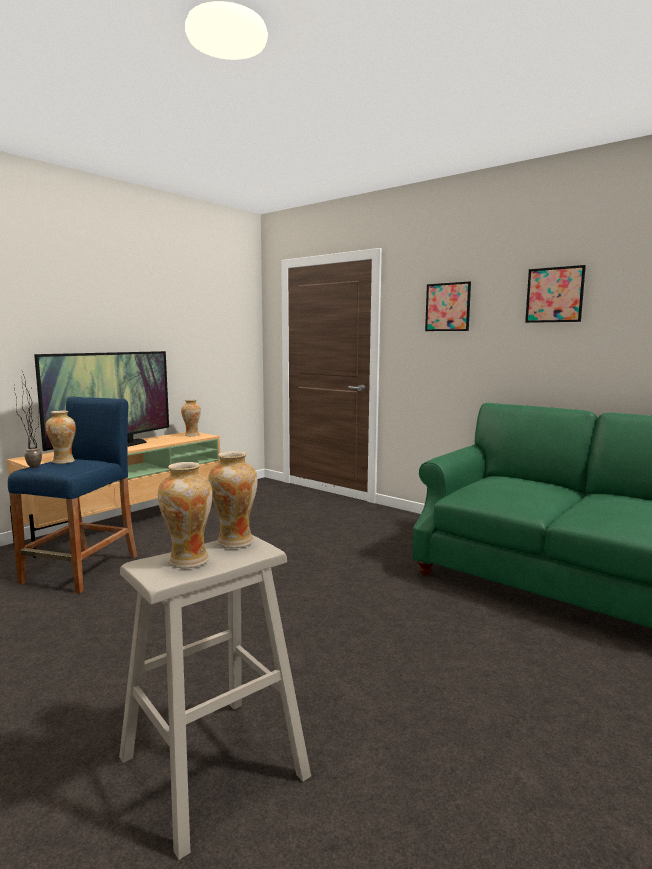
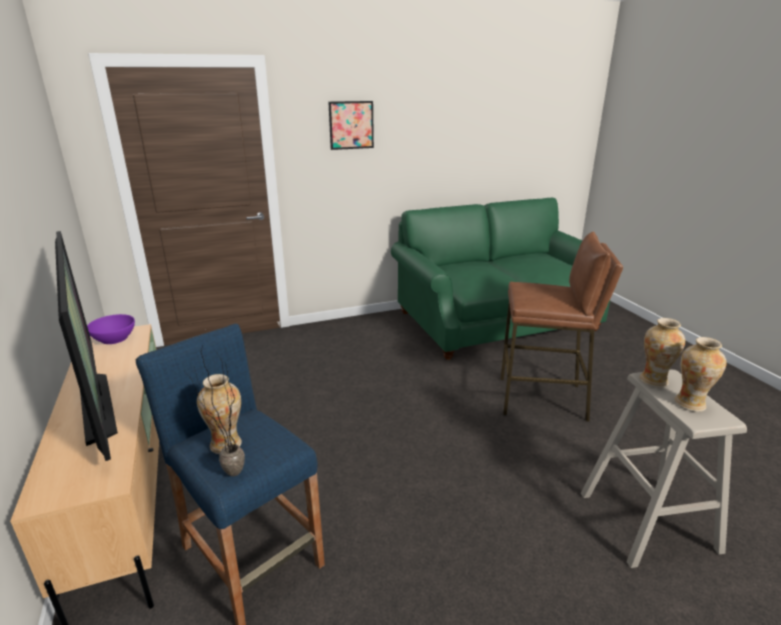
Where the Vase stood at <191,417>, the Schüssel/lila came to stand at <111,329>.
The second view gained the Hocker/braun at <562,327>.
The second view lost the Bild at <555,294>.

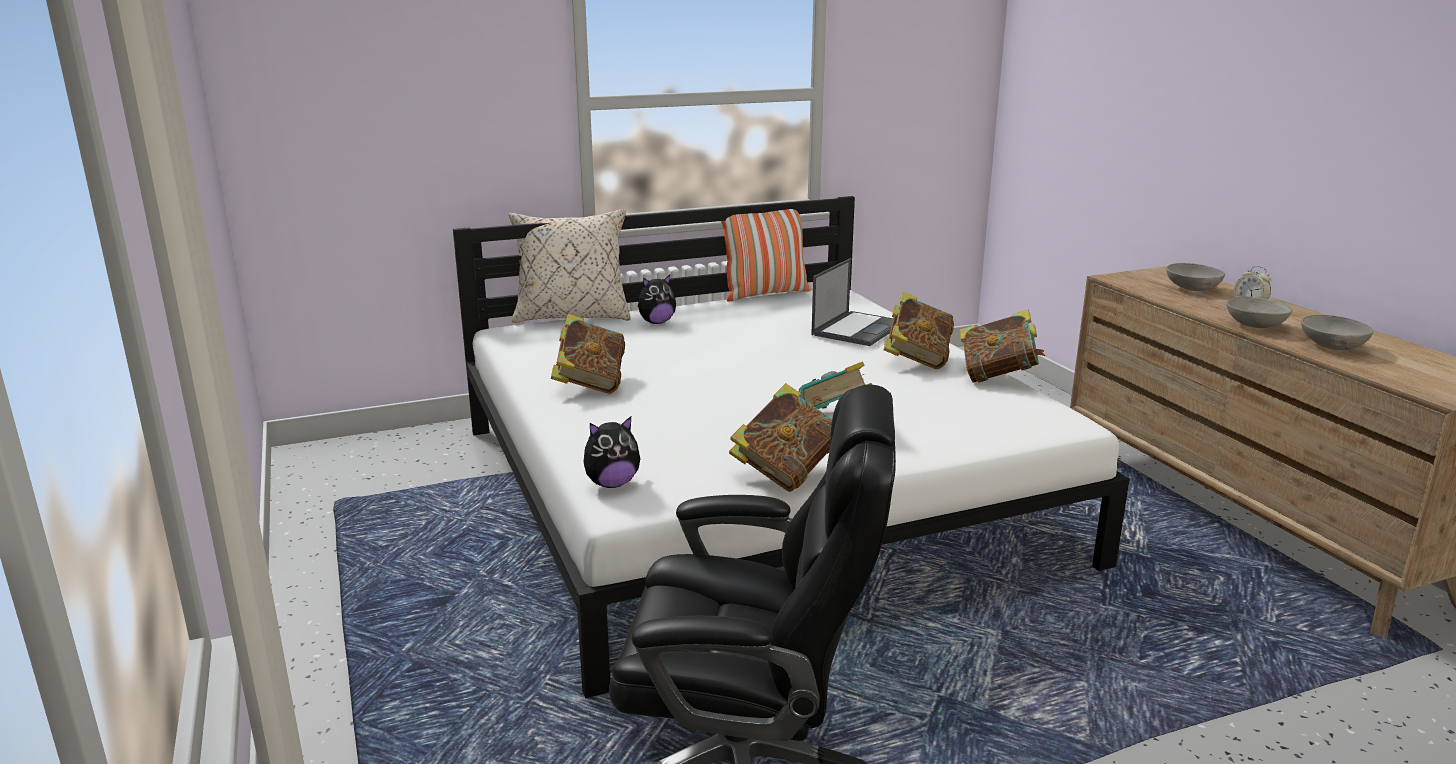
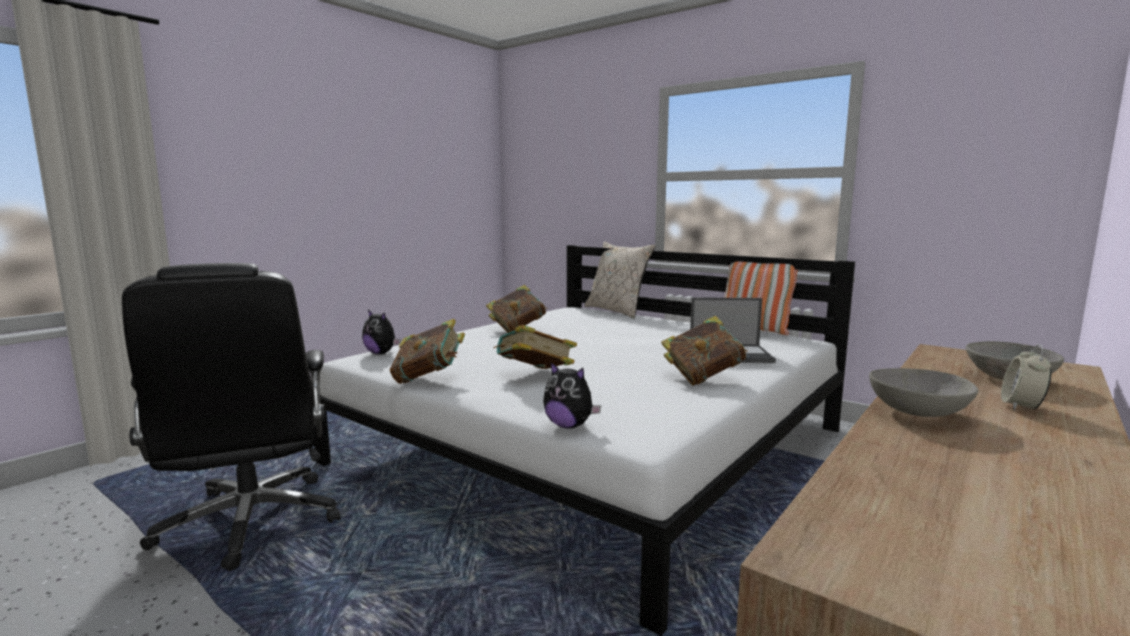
The Plüschtier ended up elsewhere, having gone from <657,299> to <572,395>.
The second view lost the Buch at <1003,346>.
The second view lost the Schüssel/grau at <1337,332>.

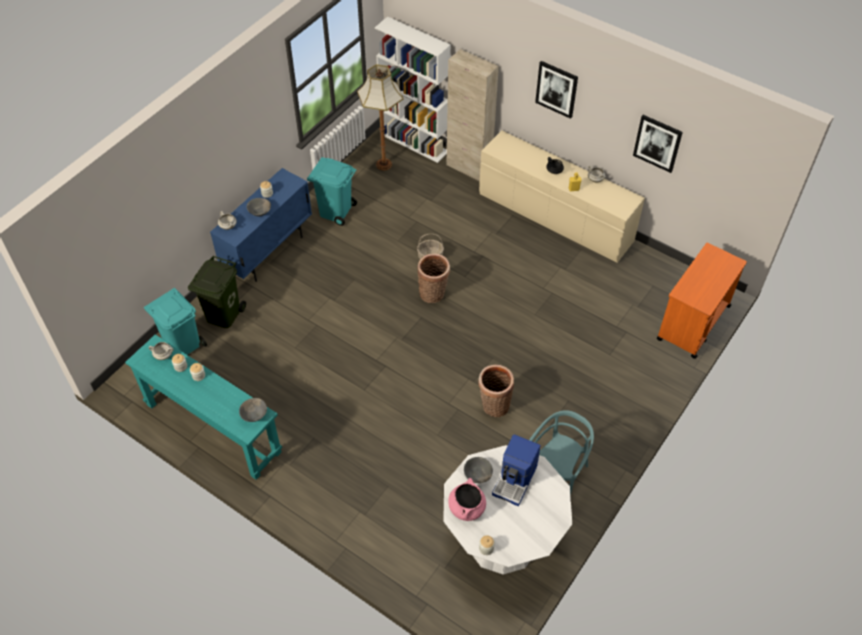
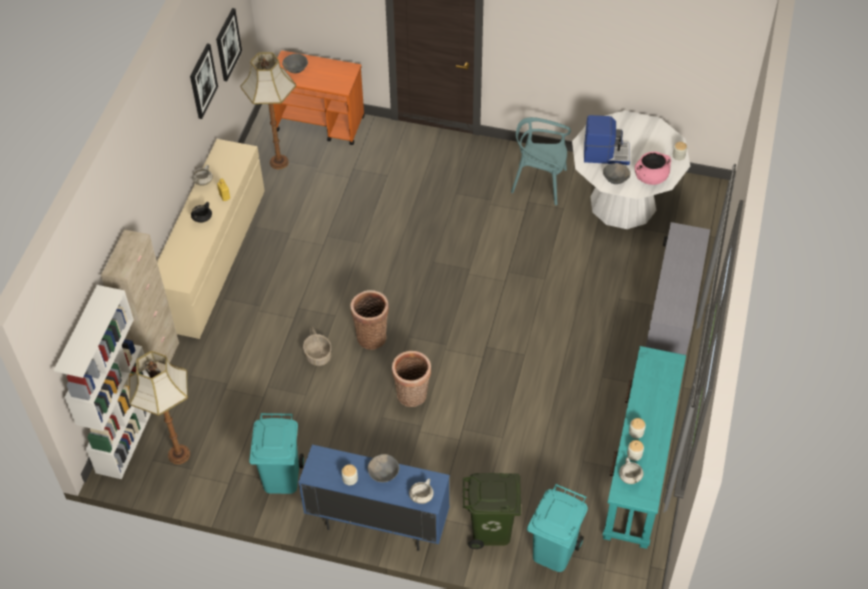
The Bild ended up elsewhere, having gone from <556,90> to <229,44>.
The second view gained the Stehlampe at <268,110>.
The Schüssel/grau ended up elsewhere, having gone from <253,410> to <295,63>.
The Korb ended up elsewhere, having gone from <496,391> to <411,379>.
The second view gained the Schrank/grau at <678,288>.

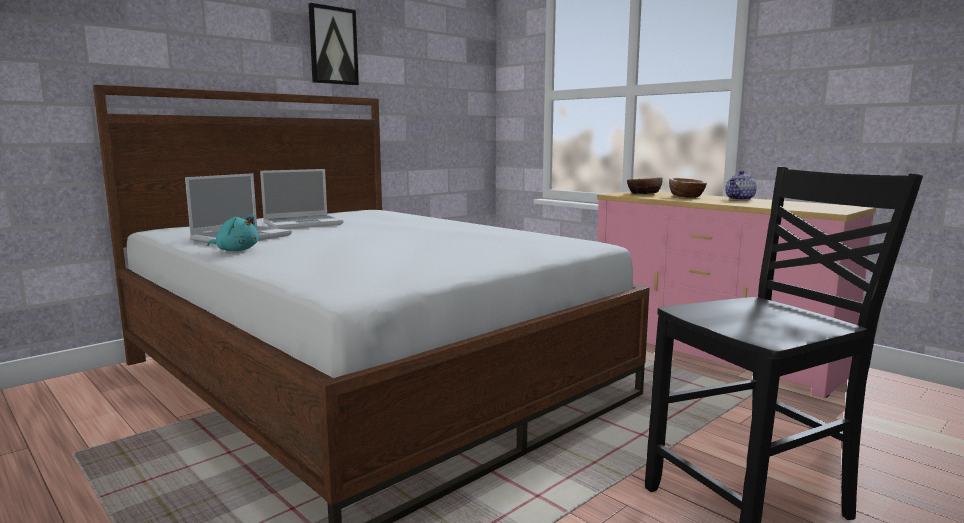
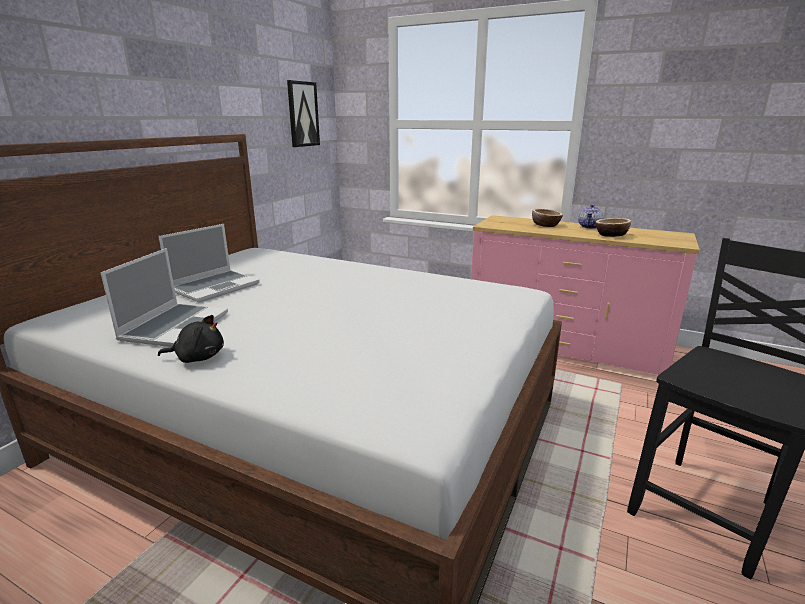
What was the Plüschtier/türkis at <233,232> turned into the Plüschtier/schwarz at <191,339>.
The Bild ended up elsewhere, having gone from <333,44> to <303,113>.
The Schüssel ended up elsewhere, having gone from <645,185> to <613,227>.

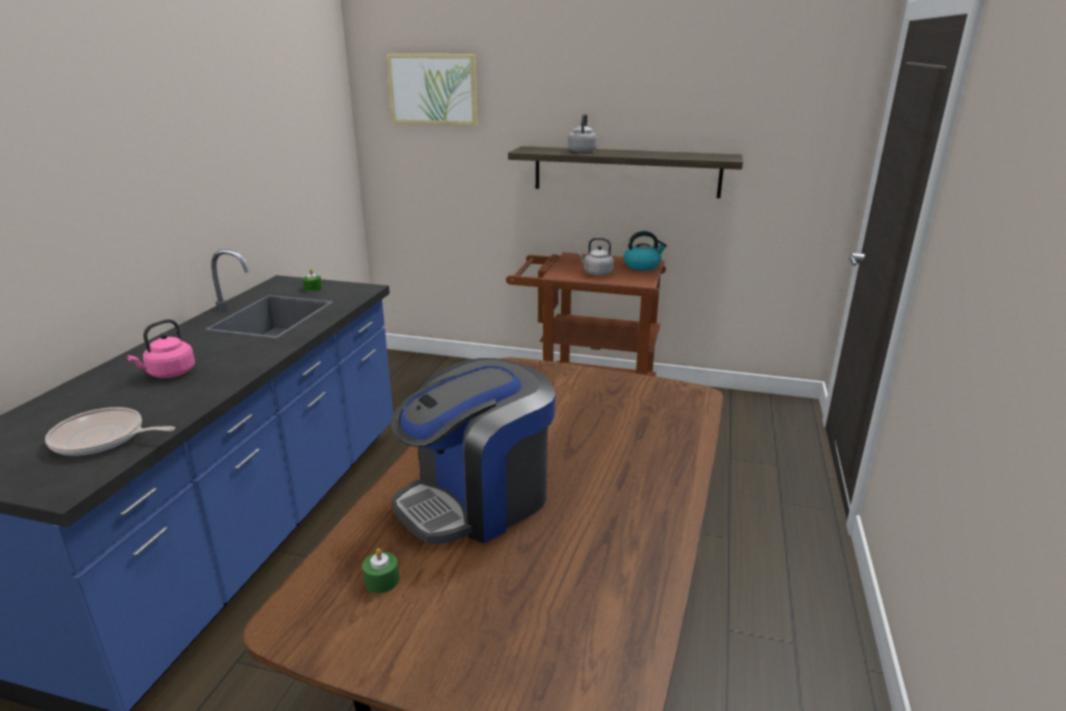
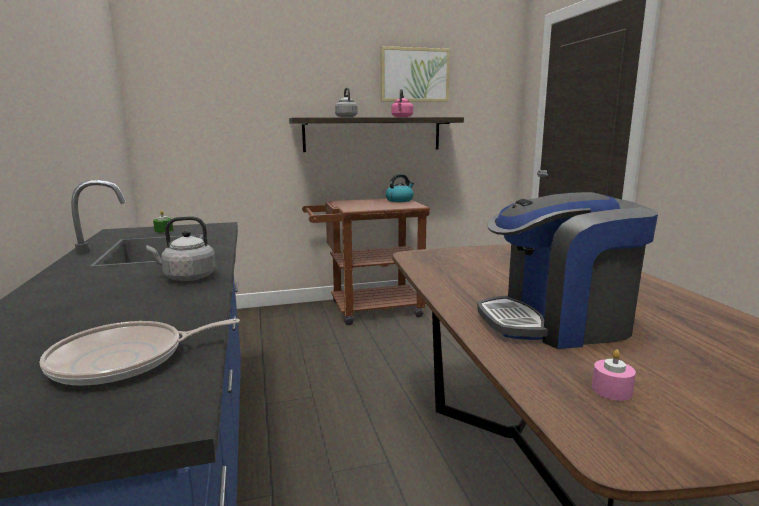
The Wasserkessel/grau ended up elsewhere, having gone from <595,257> to <181,248>.
The Bild ended up elsewhere, having gone from <432,90> to <415,74>.
The Wasserkessel/rosa ended up elsewhere, having gone from <161,348> to <402,103>.
The Kaffeemaschine at <473,451> ended up facing another way, 60 degrees clockwise from before.
What was the Kerze/grün at <380,570> turned into the Kerze/rosa at <614,375>.

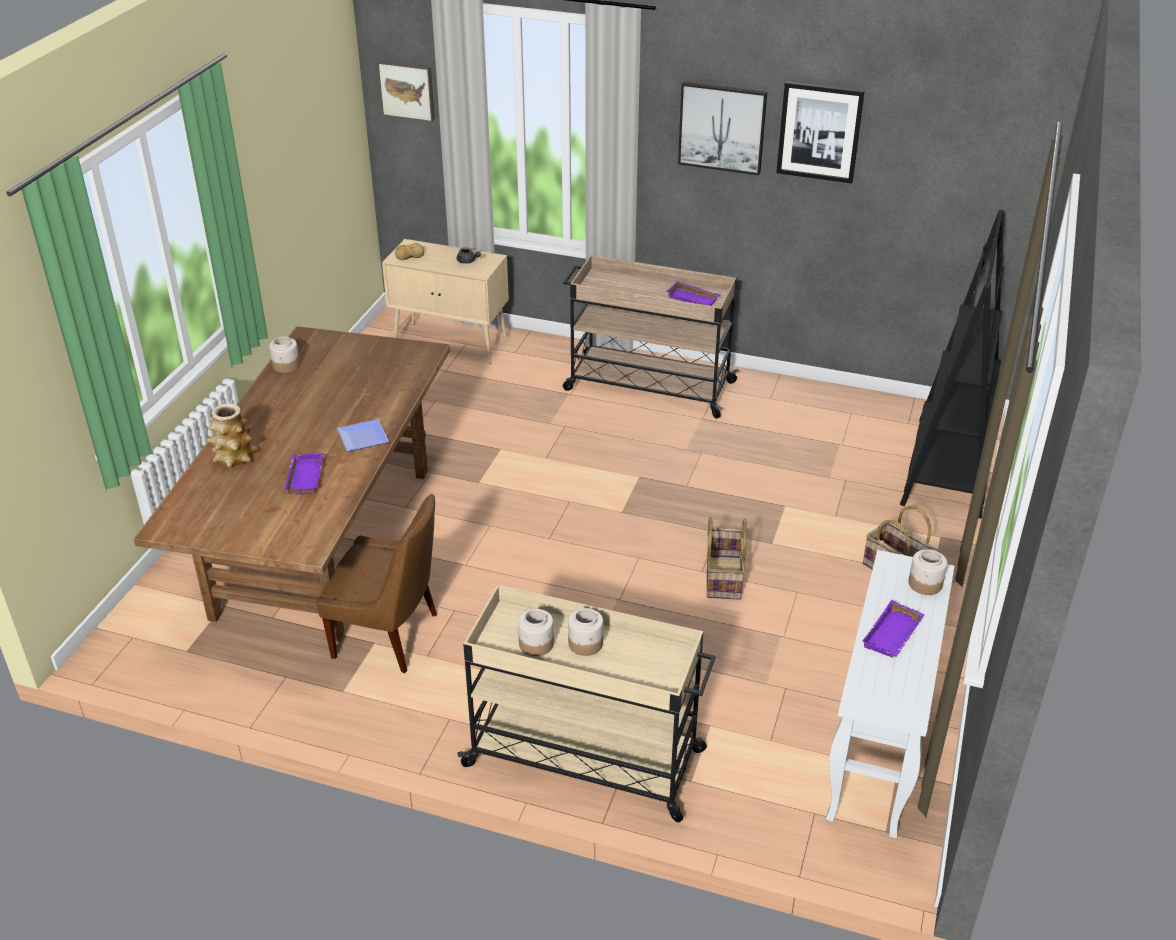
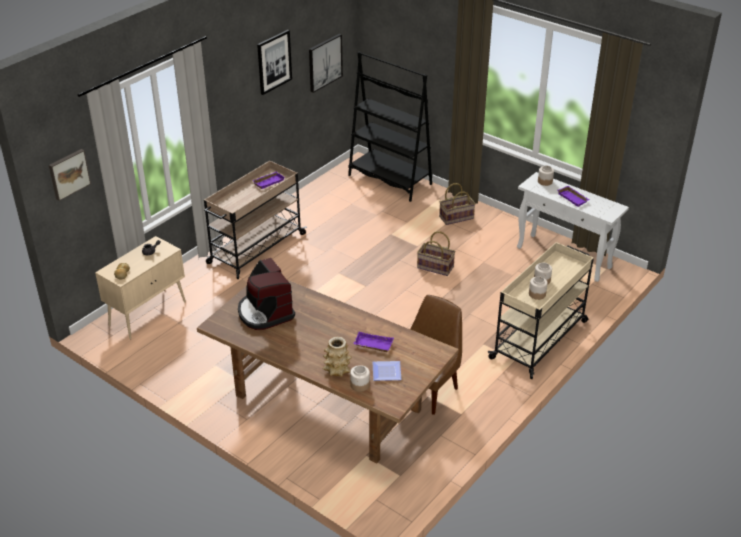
The second view gained the Kaffeemaschine at <266,294>.
The Bild ended up elsewhere, having gone from <722,128> to <326,63>.
The Vorratsglas ended up elsewhere, having gone from <284,354> to <360,378>.
The Teller ended up elsewhere, having gone from <363,435> to <387,371>.

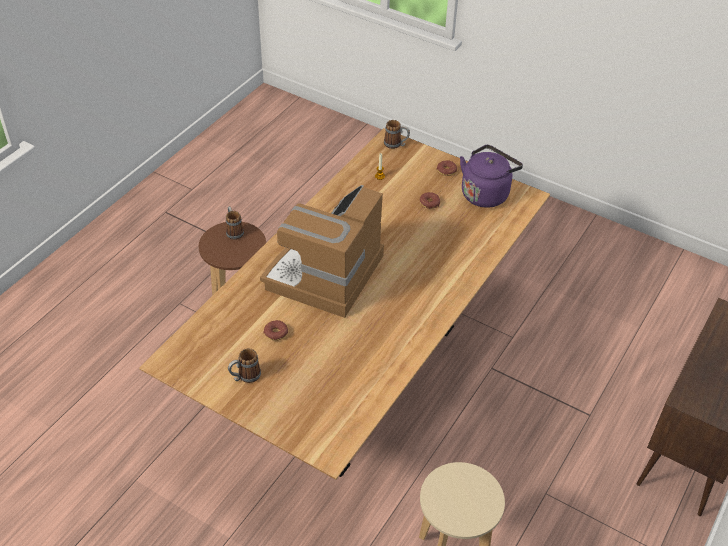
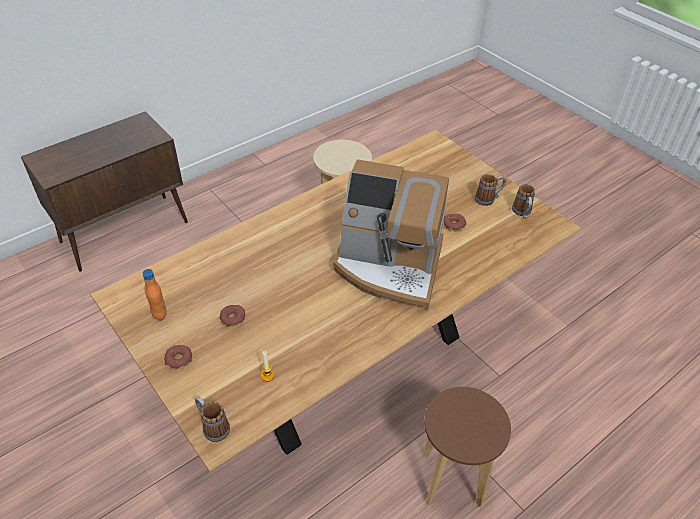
Where the Wasserkessel/lila stood at <491,176>, the Flasche/orange came to stand at <154,294>.
The Kaffeemaschine at <322,251> ended up facing another way, 60 degrees clockwise from before.
The Henkelbecher ended up elsewhere, having gone from <235,223> to <523,201>.

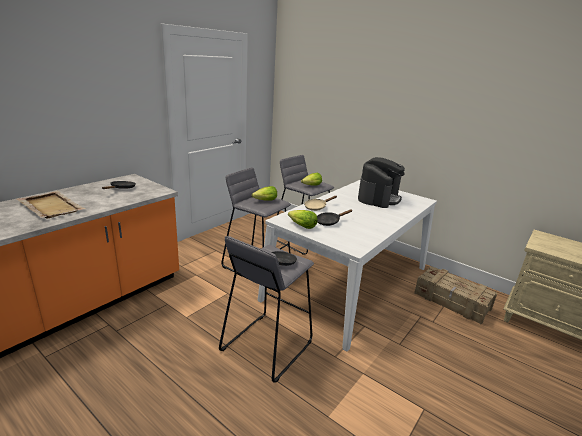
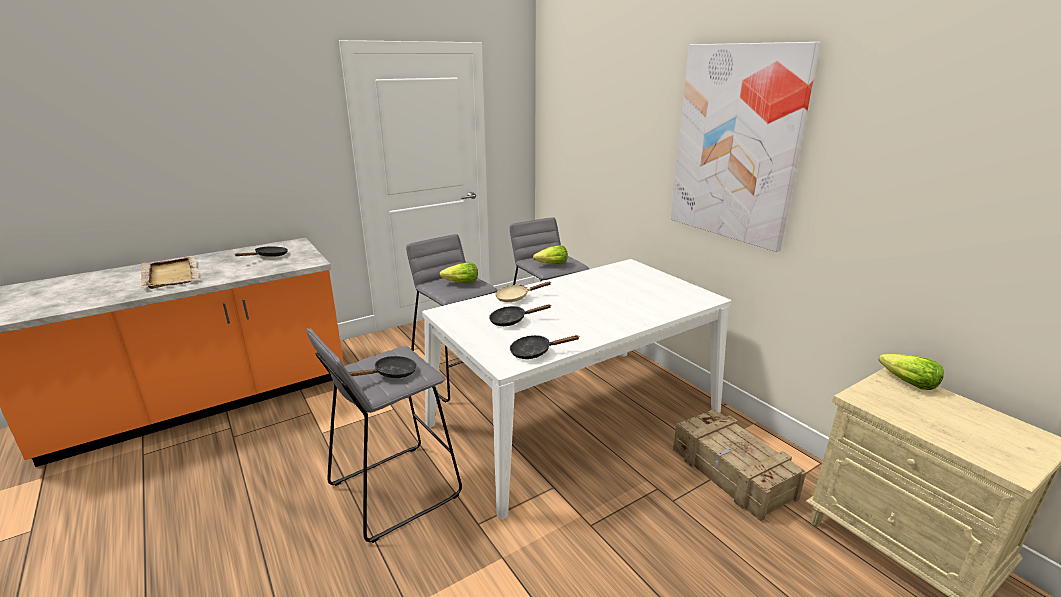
The second view gained the Pfanne/schwarz at <544,347>.
The second view gained the Bild at <746,147>.
The Salatkopf ended up elsewhere, having gone from <303,219> to <911,372>.
The second view lost the Kaffeemaschine at <381,182>.

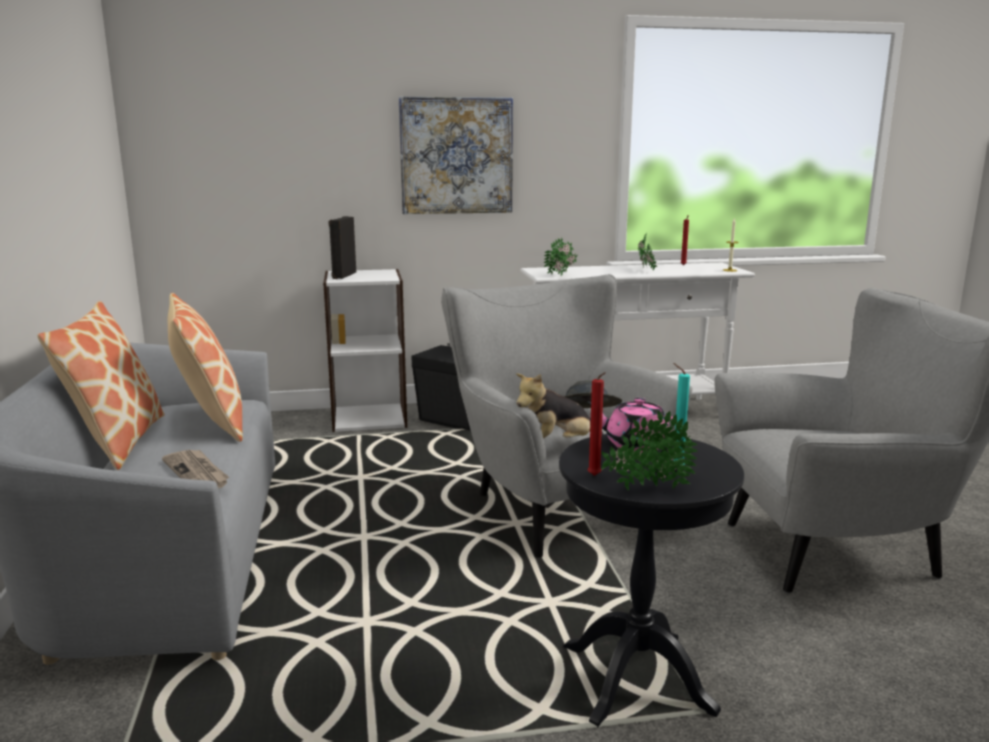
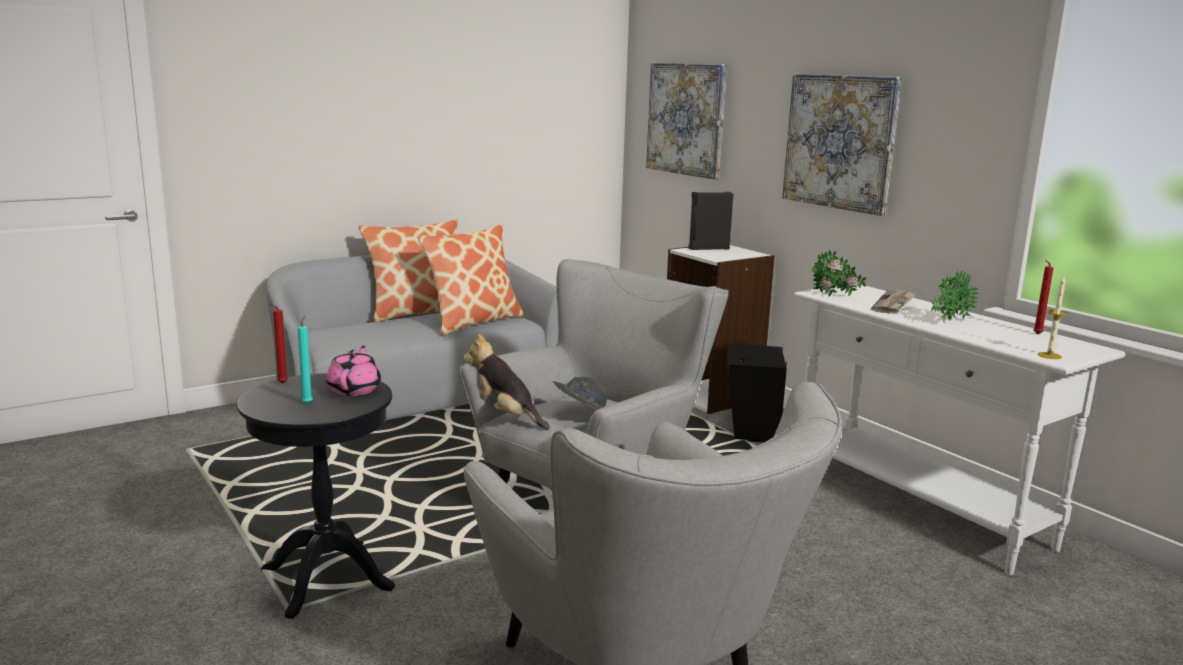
The second view gained the Bild at <686,121>.
The Zeitung ended up elsewhere, having gone from <195,469> to <894,302>.
The second view lost the Topfpflanze at <649,451>.

